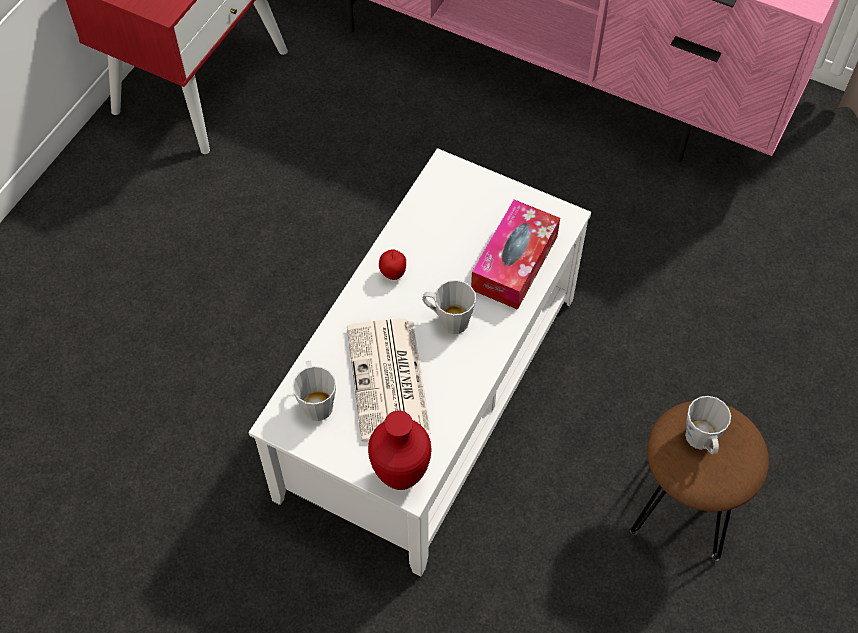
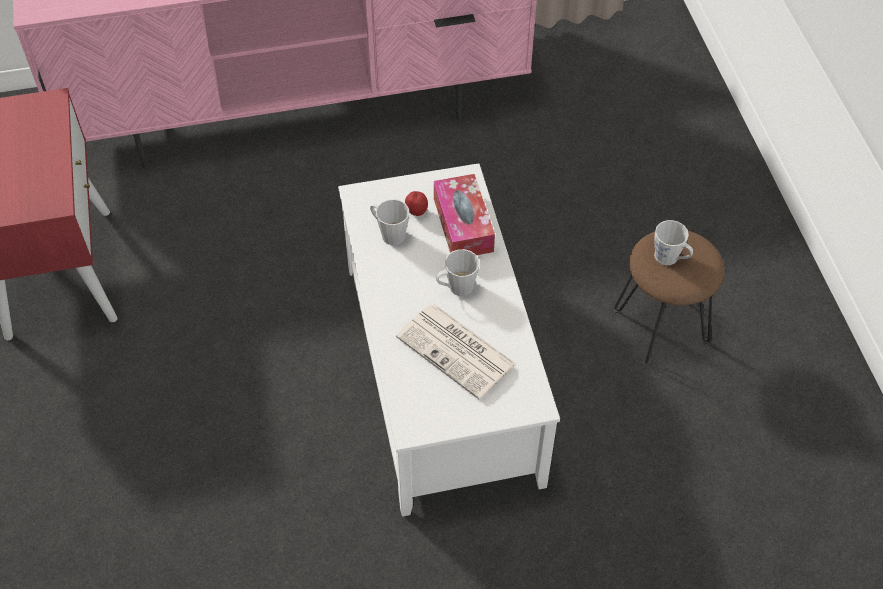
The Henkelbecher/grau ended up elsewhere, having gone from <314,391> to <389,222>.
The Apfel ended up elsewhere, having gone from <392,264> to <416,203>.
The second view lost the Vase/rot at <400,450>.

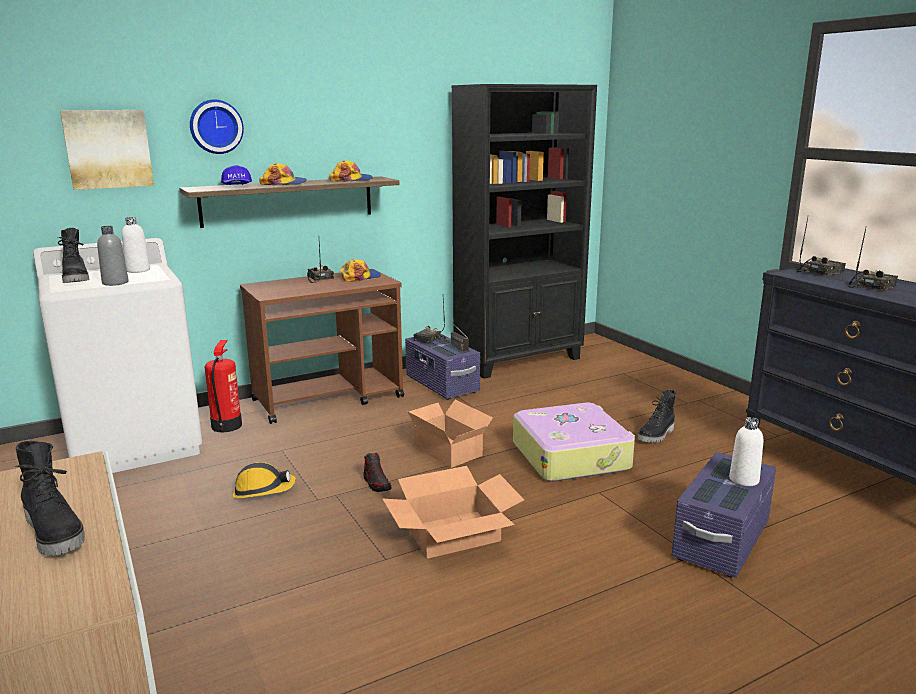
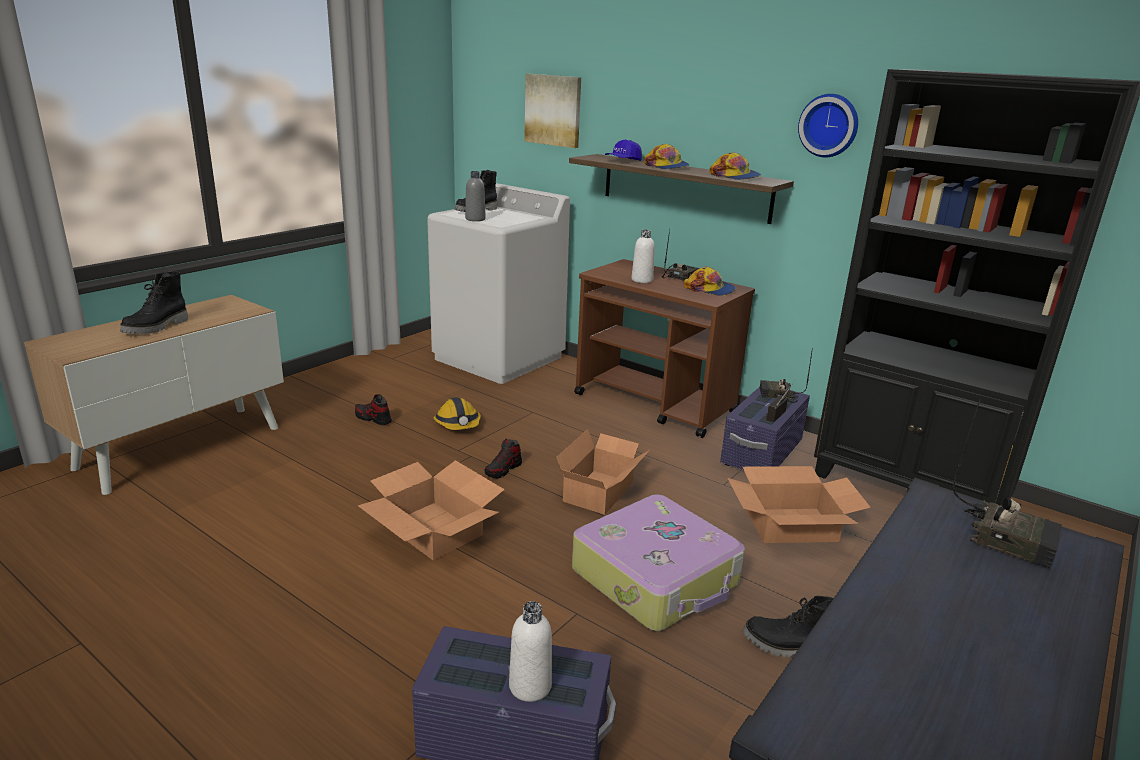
The second view gained the Schuh at <373,409>.
The Flasche/weiß ended up elsewhere, having gone from <136,245> to <643,256>.
The second view gained the Karton at <799,504>.
The Wanduhr ended up elsewhere, having gone from <217,127> to <828,125>.
The second view lost the Feuerlöscher at <223,386>.
The second view lost the Radio at <873,259>.

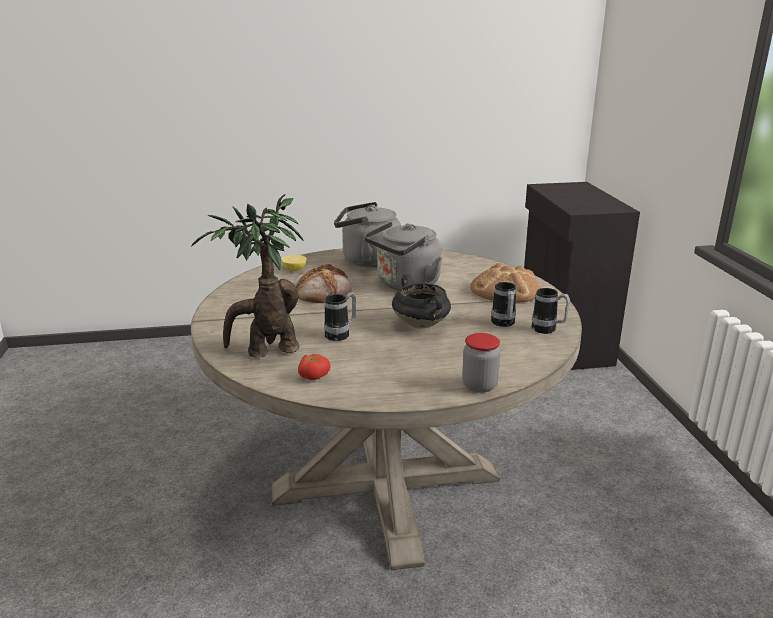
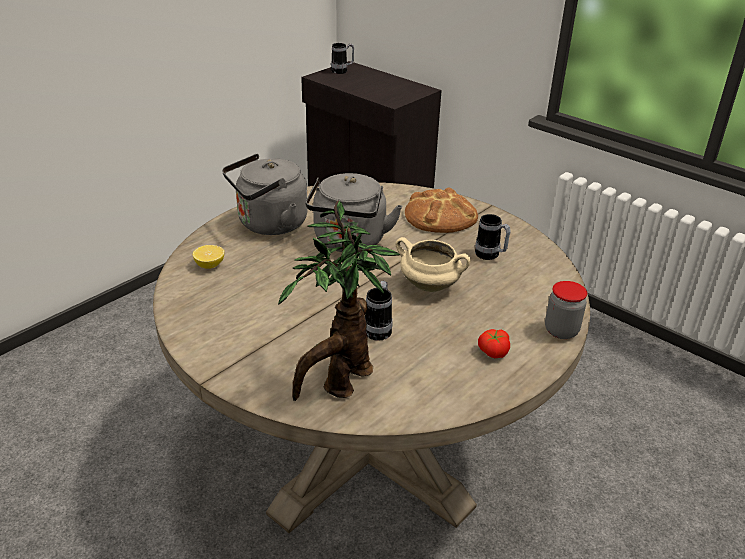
The Henkelbecher ended up elsewhere, having gone from <551,311> to <342,58>.
What was the Kochtopf/schwarz at <421,301> turned into the Kochtopf/beige at <433,264>.
The Tomate ended up elsewhere, having gone from <314,367> to <494,343>.
The second view lost the Brot at <322,283>.

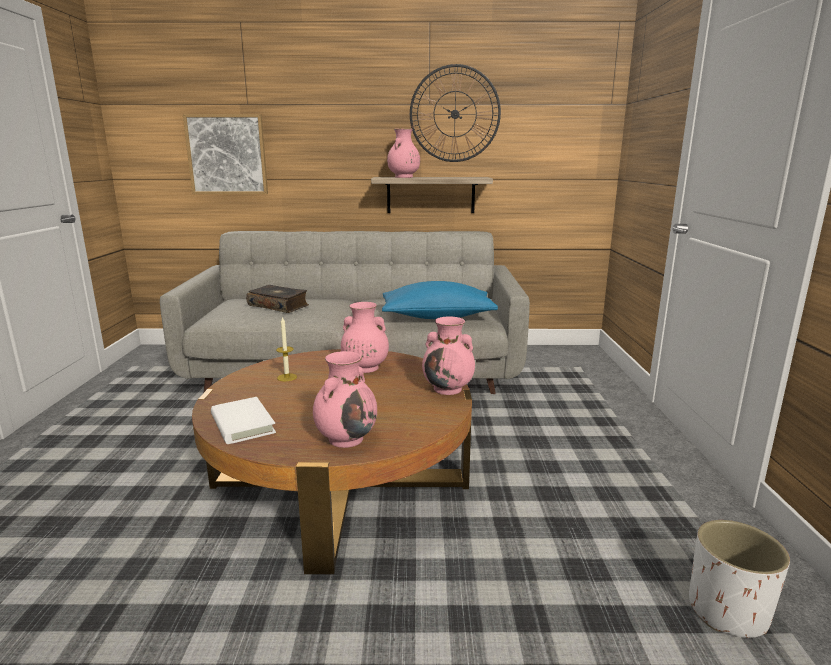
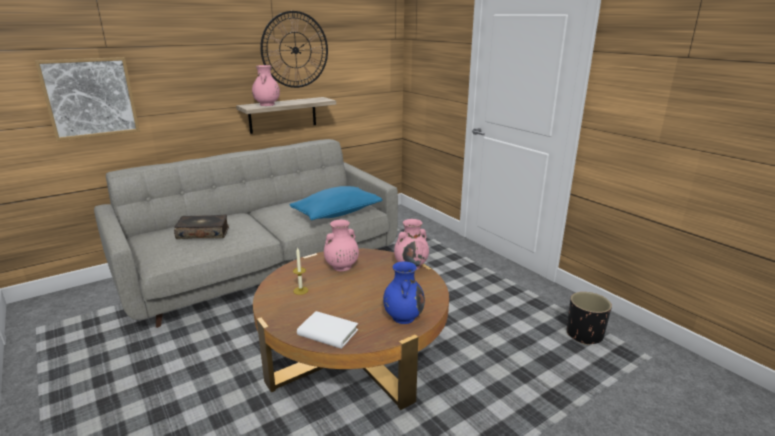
What was the Vase/rosa at <345,399> turned into the Vase/blau at <404,293>.
What was the Pflanzkübel/weiß at <739,579> turned into the Pflanzkübel/schwarz at <589,318>.

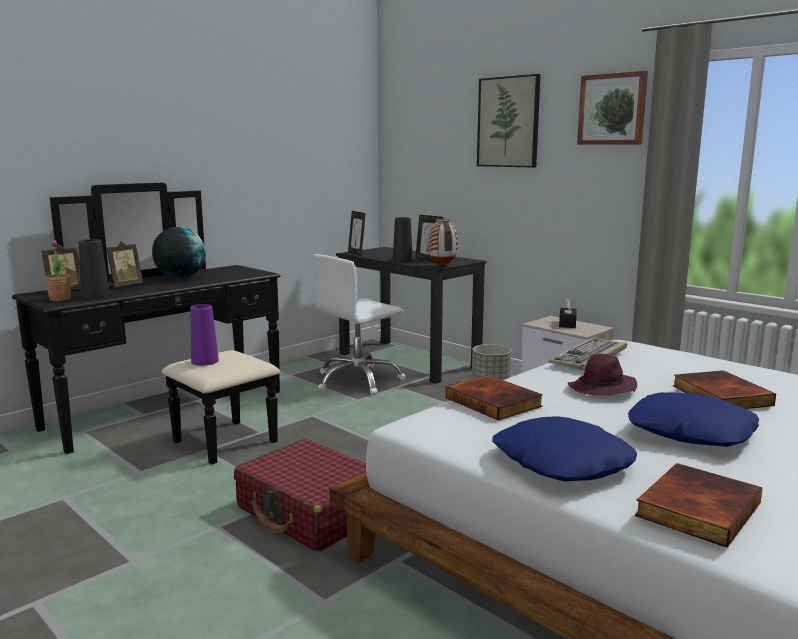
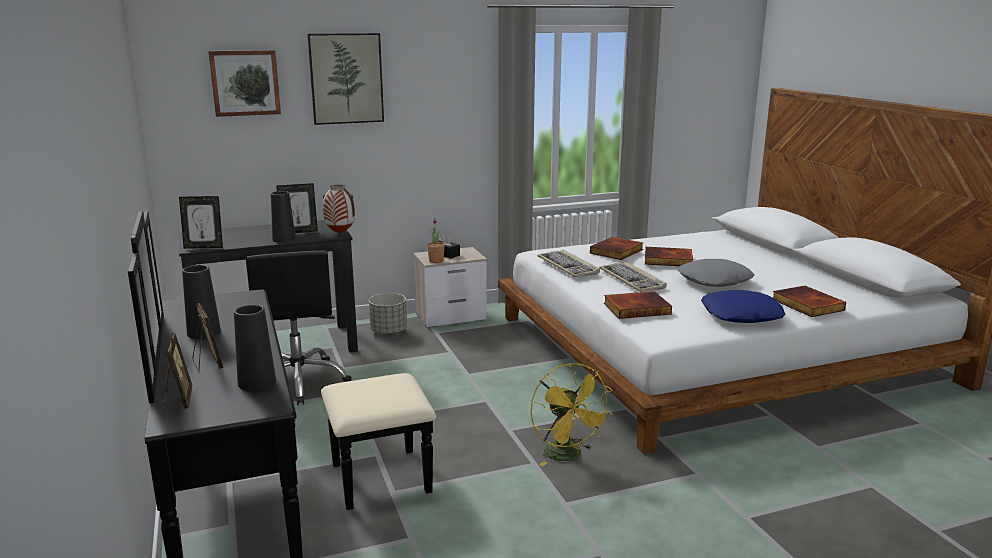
Where the Globus stood at <179,252>, the Vase/schwarz came to stand at <201,302>.
The Bild ended up elsewhere, having gone from <612,108> to <244,83>.
What was the Bürostuhl/weiß at <359,324> turned into the Bürostuhl/schwarz at <299,327>.
The Topfpflanze ended up elsewhere, having gone from <58,270> to <436,240>.
Where the Koffer/rot stood at <300,495>, the Ventilator/gelb came to stand at <572,414>.
The second view gained the Buch at <616,248>.
Where the Hut/lila stood at <602,375>, the Tastatur came to stand at <633,277>.
What was the Kissen/blau at <693,419> turned into the Kissen/grau at <715,273>.
The second view lost the Vase/lila at <204,335>.

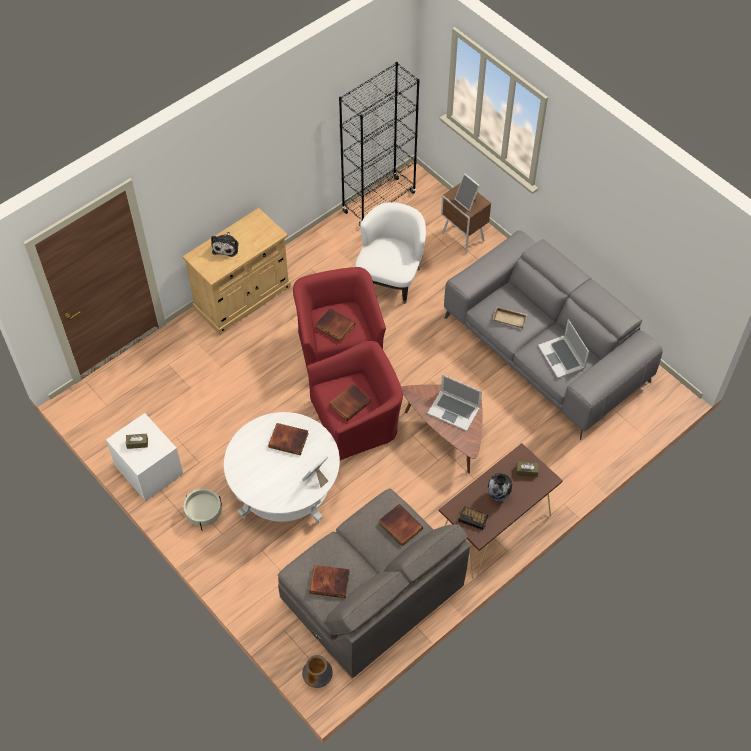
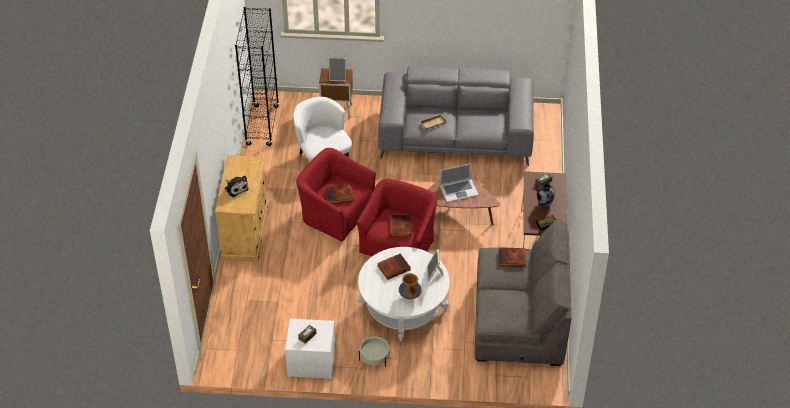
The Vase ended up elsewhere, having gone from <317,671> to <410,286>.
The second view lost the Buch at <330,581>.
The second view lost the Laptop at <563,348>.

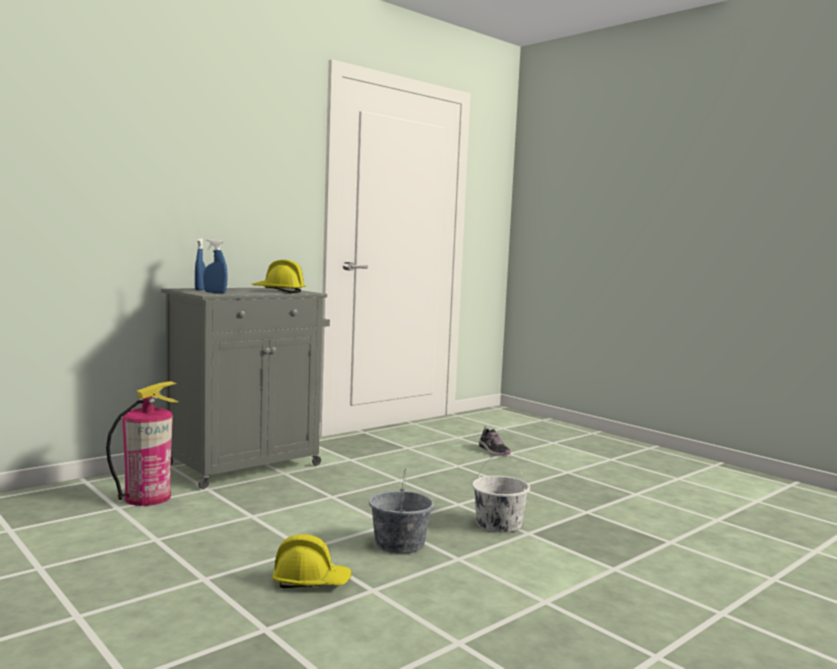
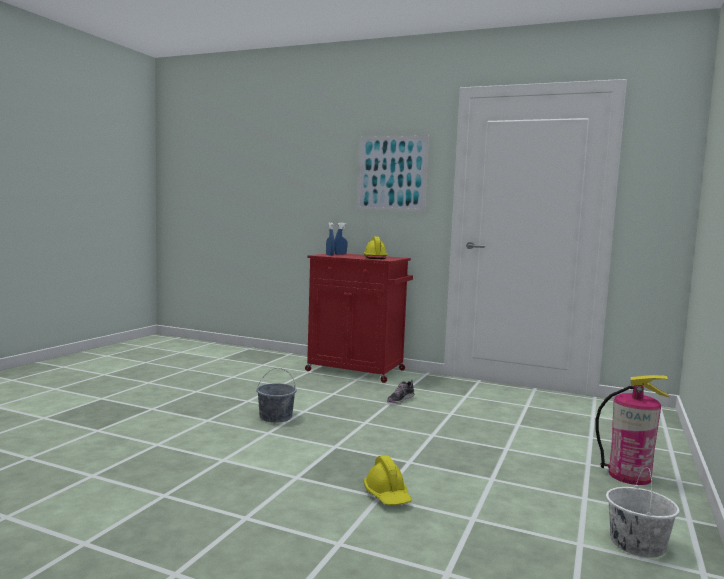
What was the Schrank/grau at <245,388> turned into the Schrank/rot at <359,318>.
The second view gained the Bild at <393,174>.
The Schutzhelm/gelb ended up elsewhere, having gone from <311,561> to <388,480>.
The Schuh ended up elsewhere, having gone from <495,440> to <400,391>.
The Feuerlöscher ended up elsewhere, having gone from <142,443> to <632,430>.
The Eimer/weiß ended up elsewhere, having gone from <501,493> to <643,512>.

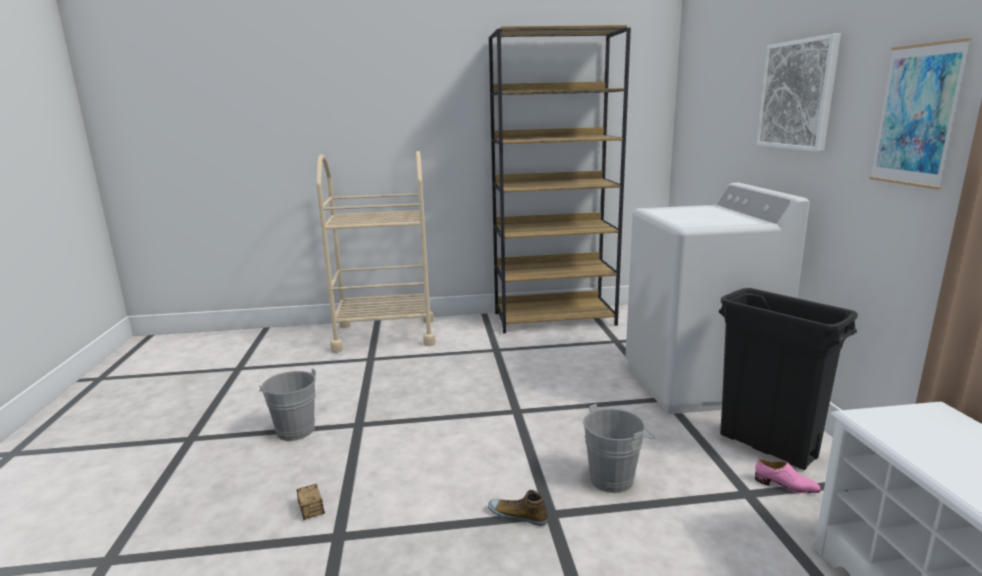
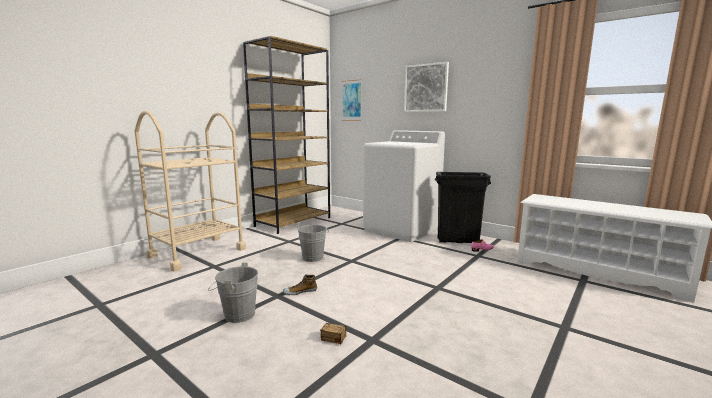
The Schuh ended up elsewhere, having gone from <518,508> to <300,284>.
The Eimer/grau ended up elsewhere, having gone from <619,448> to <312,243>.
The Bild ended up elsewhere, having gone from <920,114> to <351,100>.

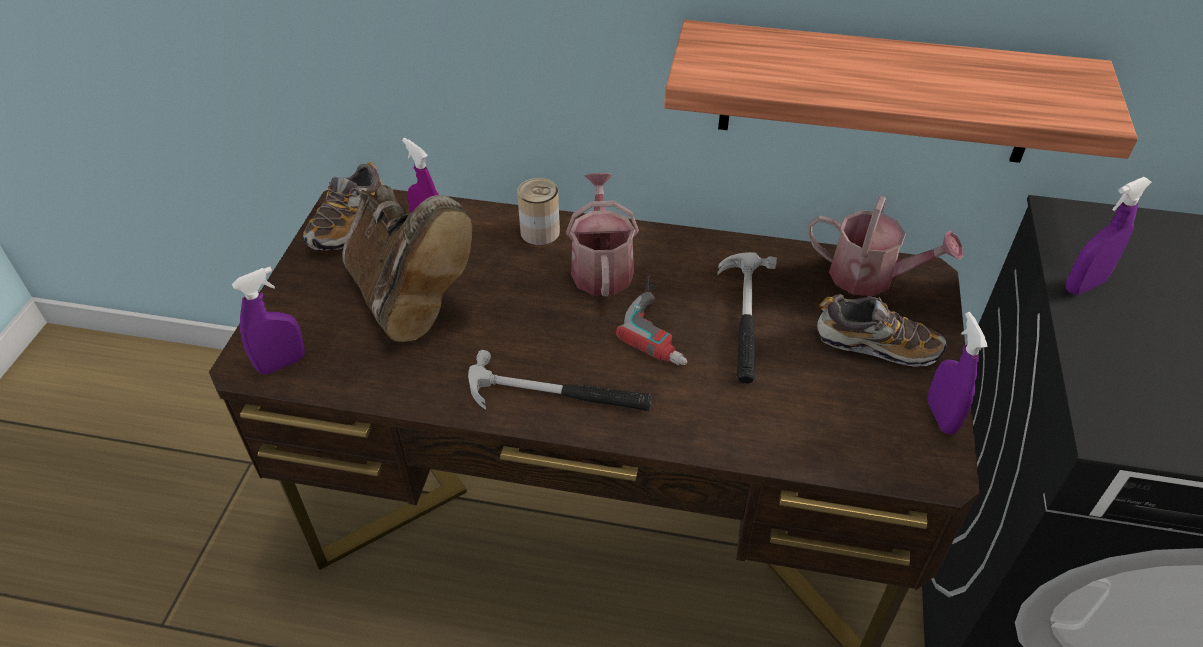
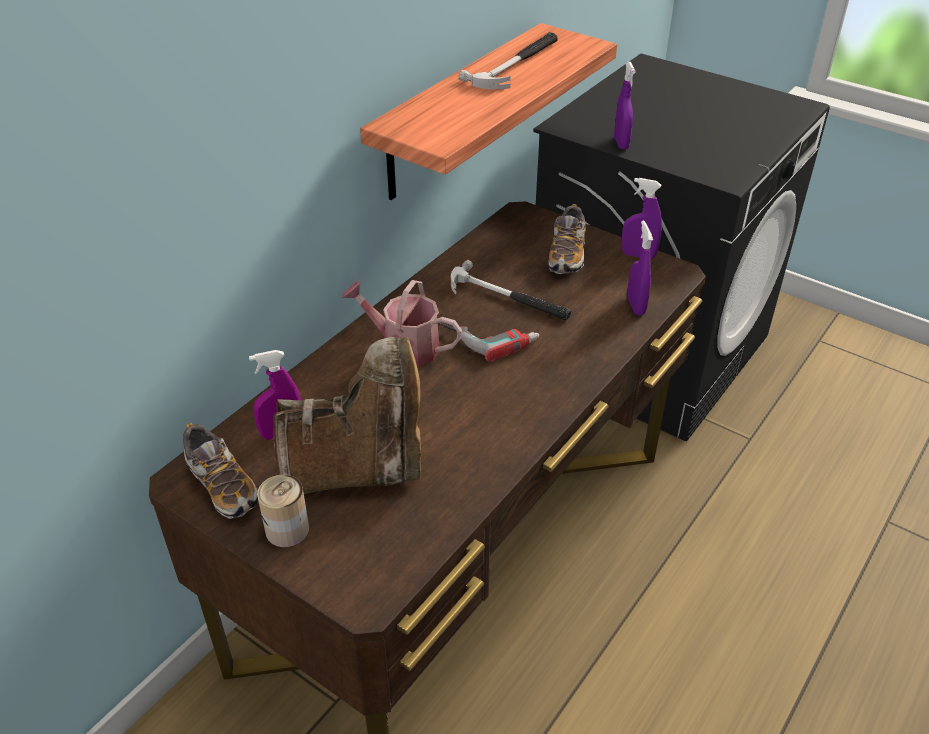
The Dose ended up elsewhere, having gone from <538,211> to <283,511>.
The Hammer ended up elsewhere, having gone from <560,380> to <508,61>.
The Schuh at <881,330> ended up facing another way, 150 degrees clockwise from before.
The Sprühflasche/lila ended up elsewhere, having gone from <268,321> to <640,267>.
The second view lost the Gießkanne at <885,246>.

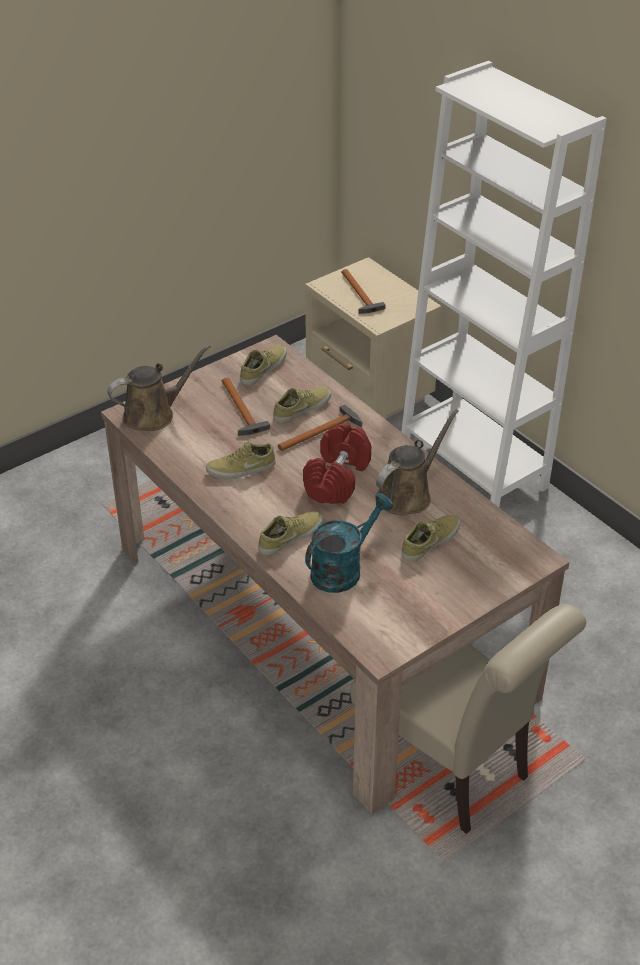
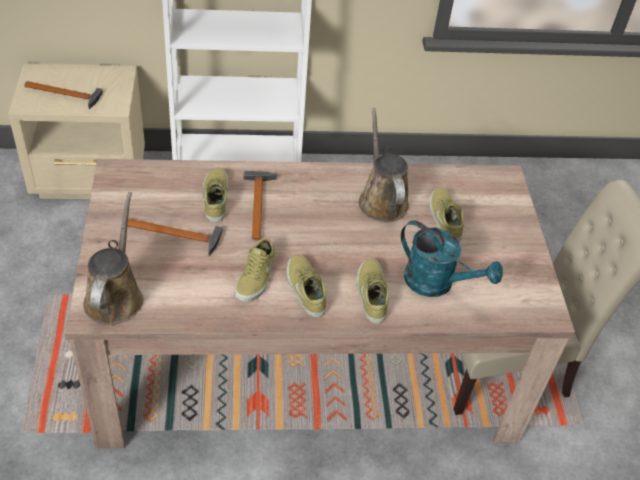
The Schuh/beige ended up elsewhere, having gone from <263,365> to <306,286>.
The Gießkanne/türkis at <349,543> ended up facing another way, 135 degrees clockwise from before.
The second view lost the Hantel/rot at <337,464>.

